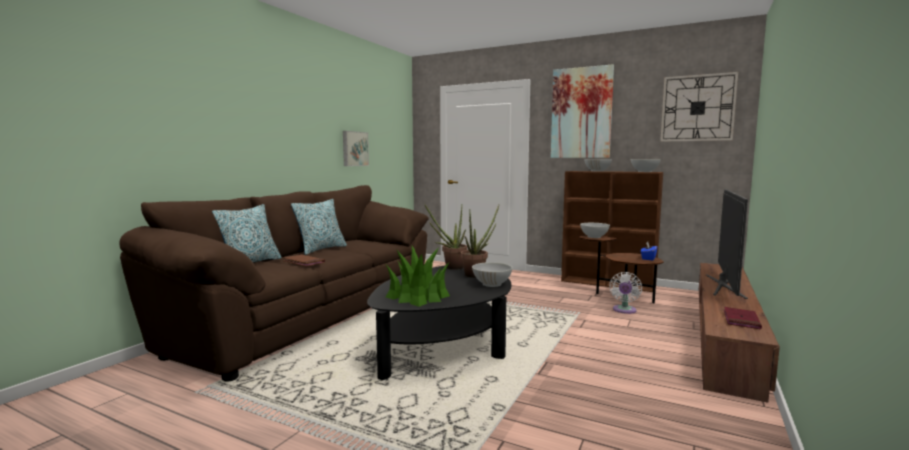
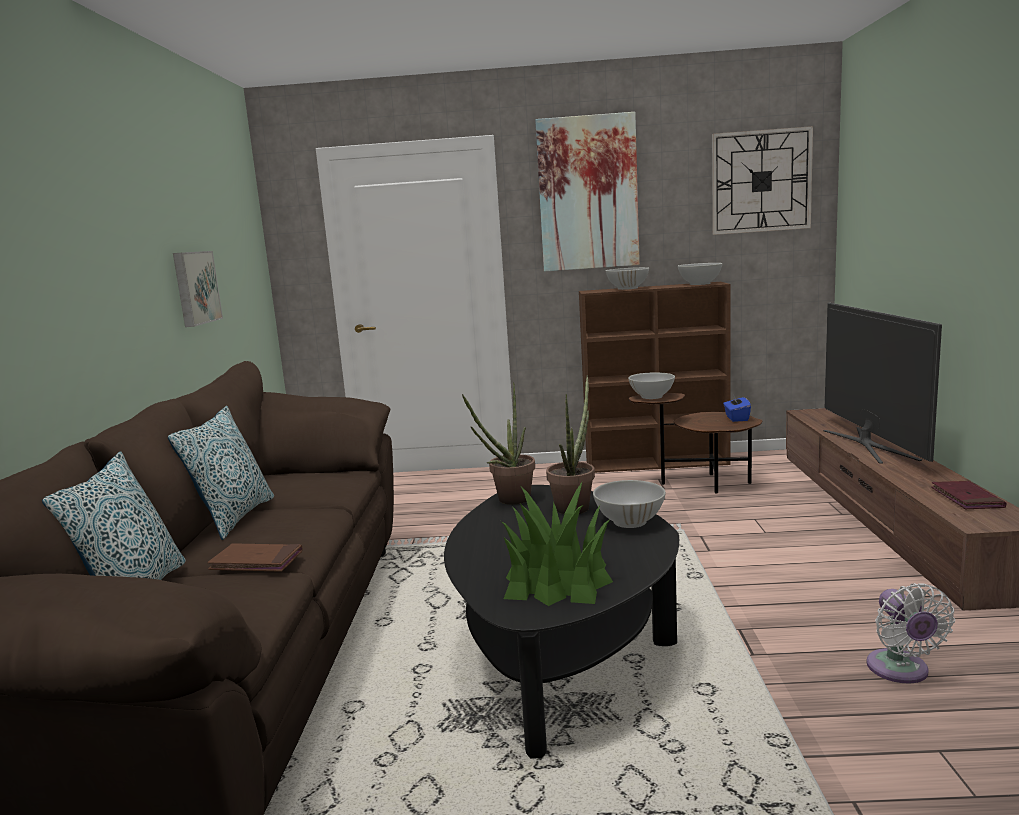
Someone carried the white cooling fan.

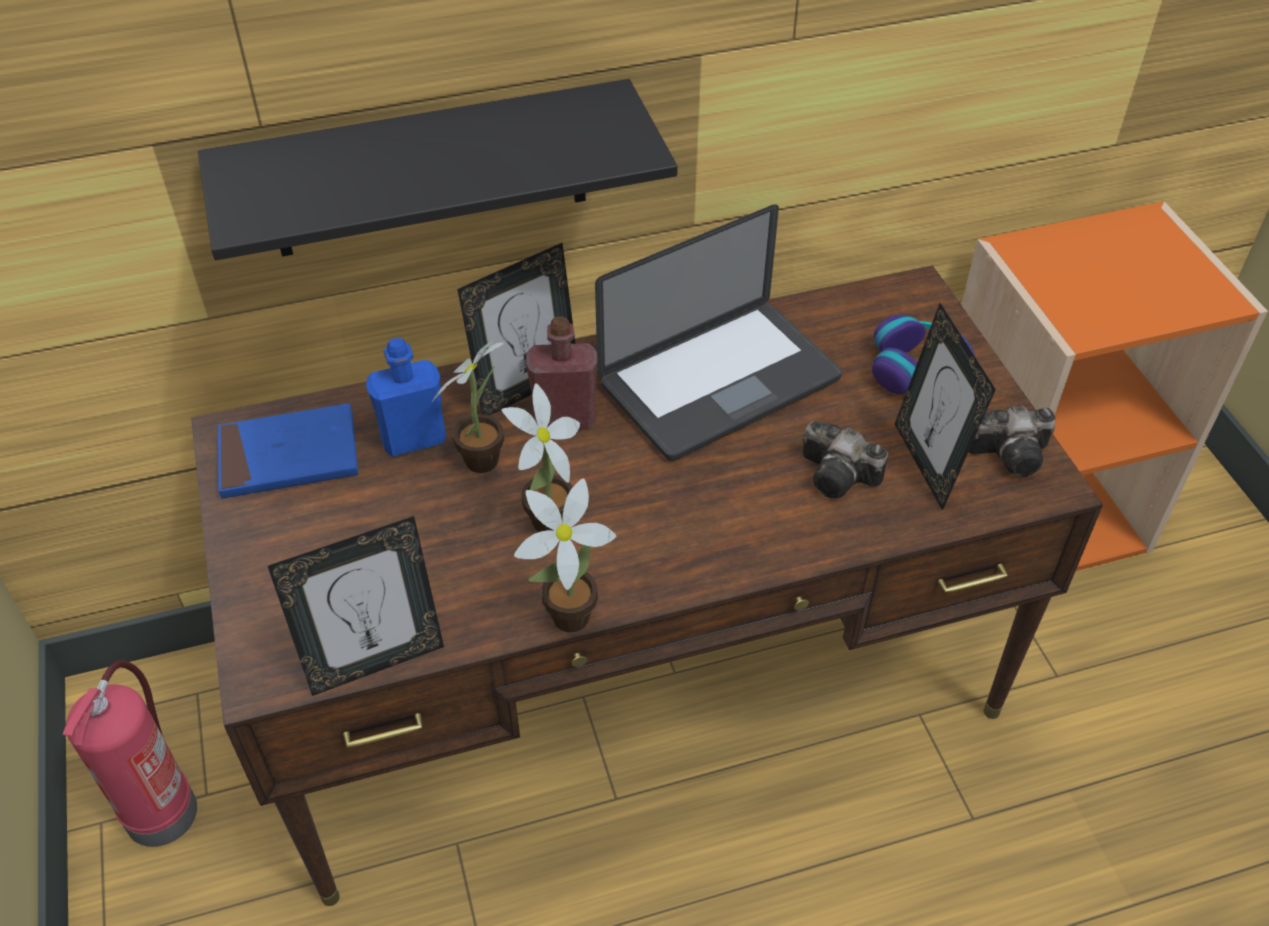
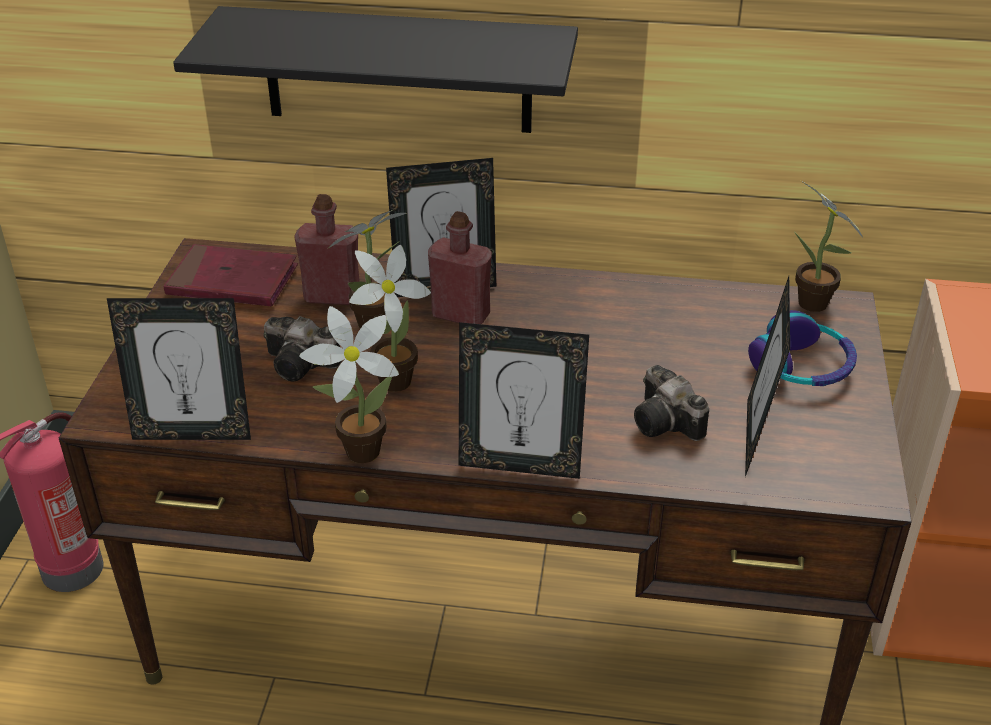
Someone repainted the bluish volume, which became the red-coloured volume. Someone repainted the bluish bottle, which became the red-coloured bottle (no. 1 from left). Someone took away the notebook computer. Someone carried the photo camera (no. 2 from left in the first image). Someone put down the standing frame (no. 3 from left). Someone put down the plant in a pot (no. 4 from left).

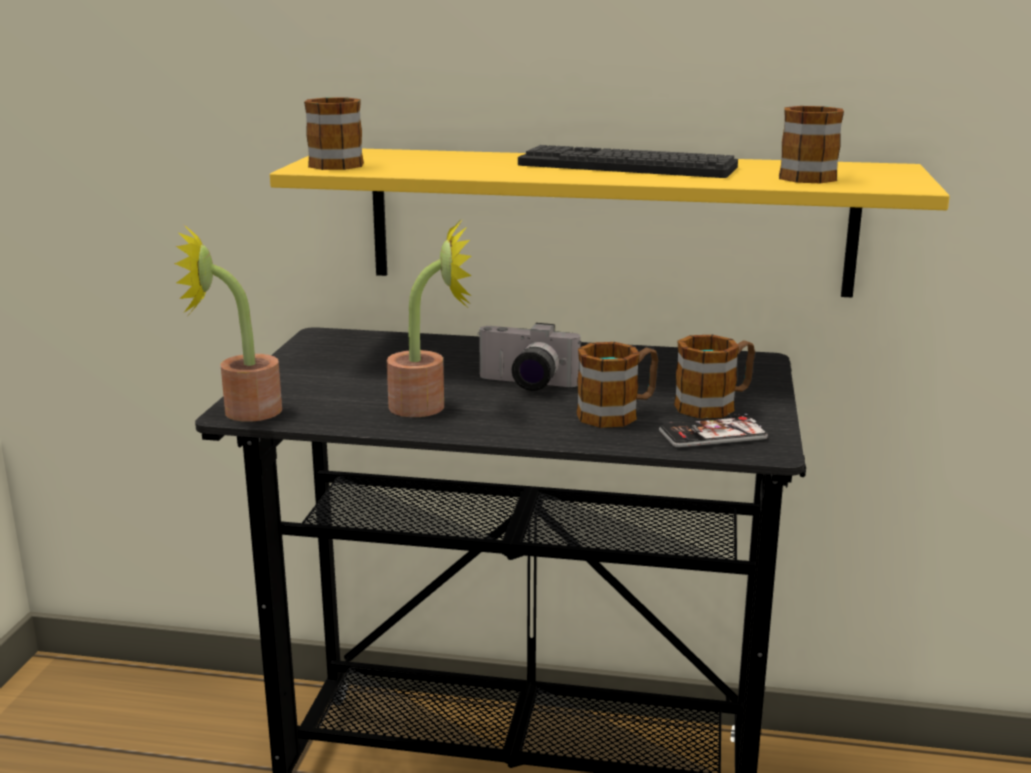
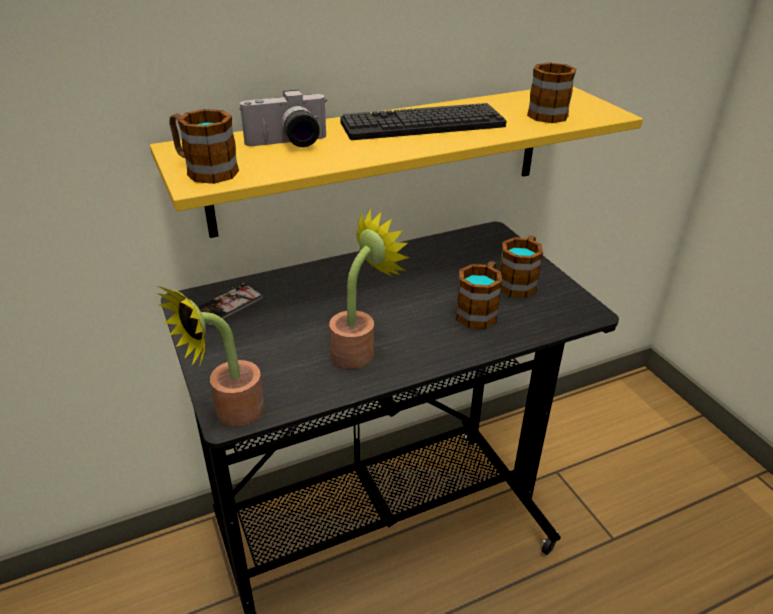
Someone carried the photo camera. Someone carried the handset.

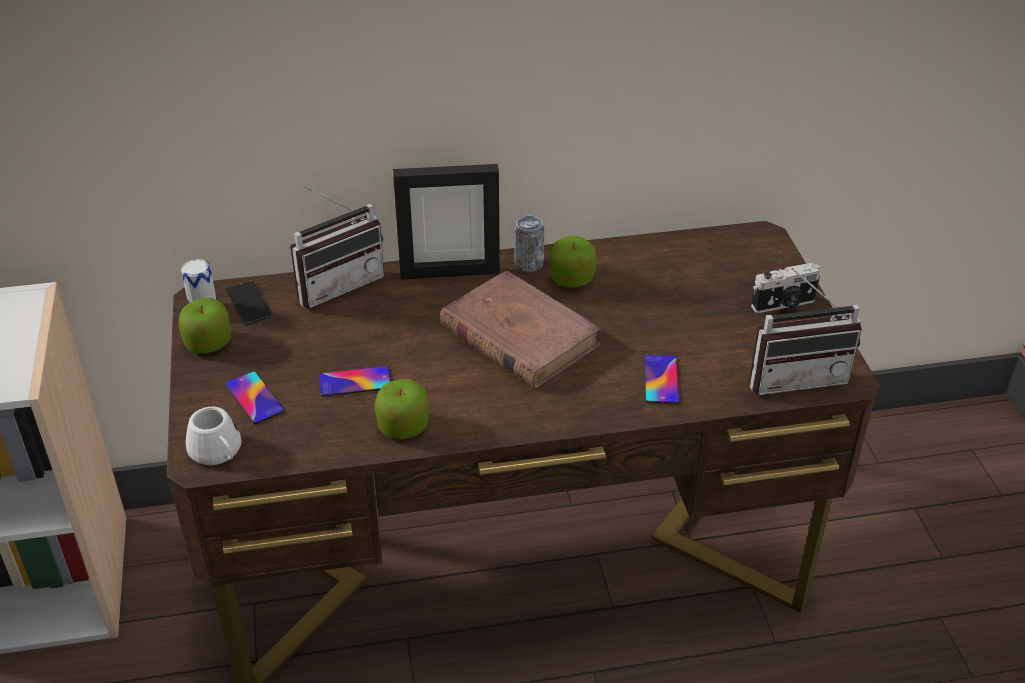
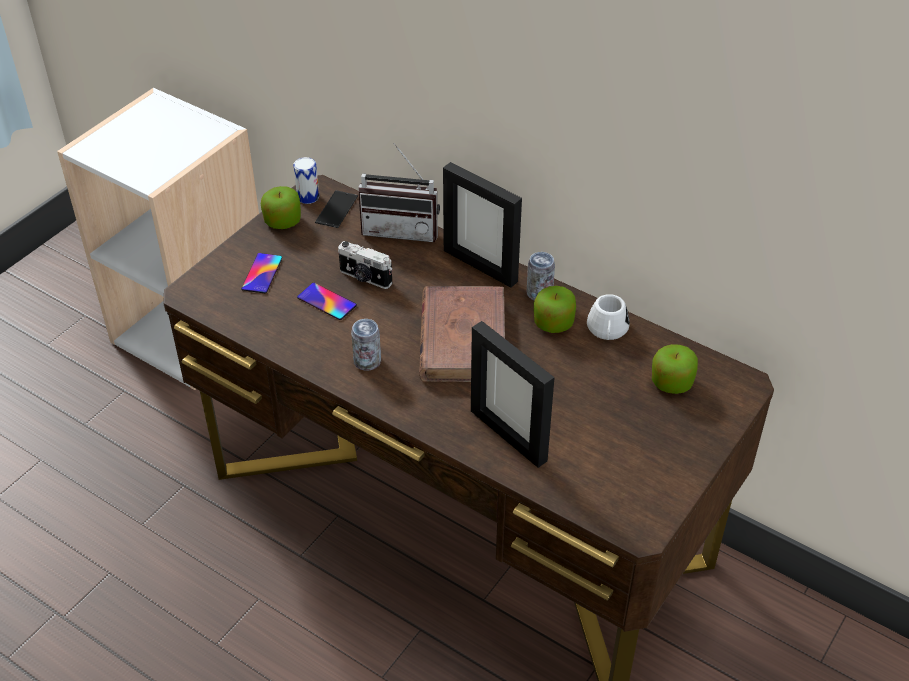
Someone carried the white coffee mug. Someone carried the apple fruit (no. 2 from left in the first image). Someone swapped the handset (no. 4 from left) for the standing frame (no. 2 from left). Someone took away the radio (no. 2 from left). Someone carried the photo camera. Someone put down the metal can (no. 2 from left).

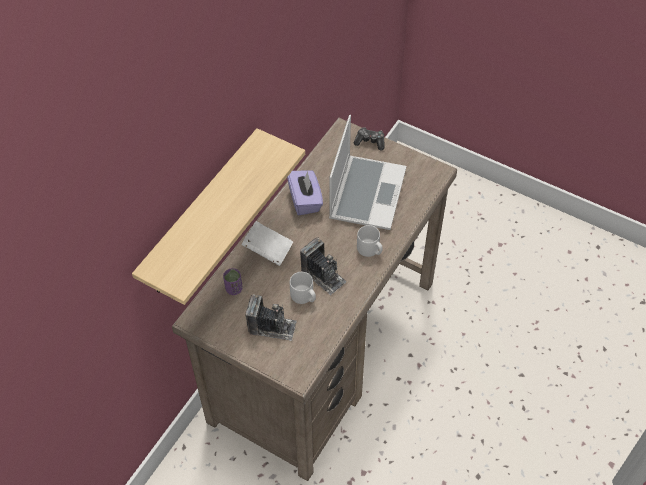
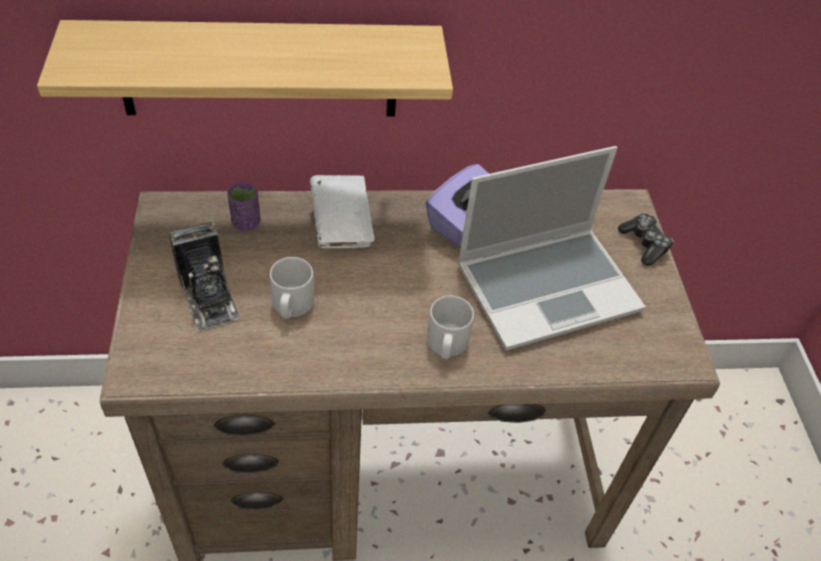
Someone took away the photo camera (no. 2 from left).

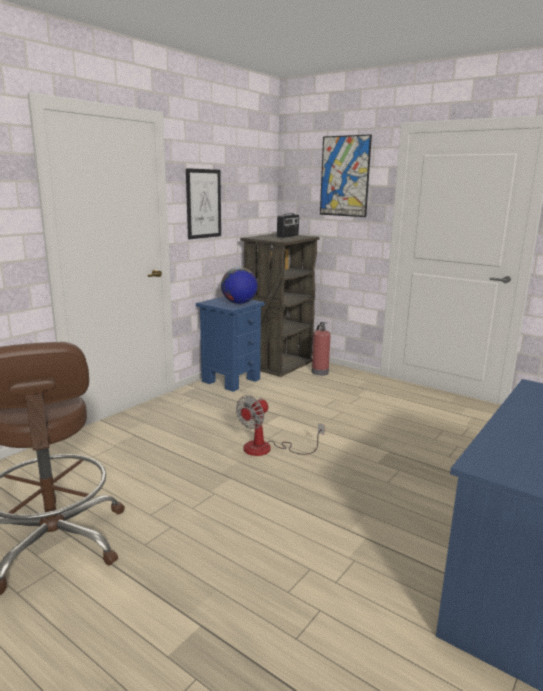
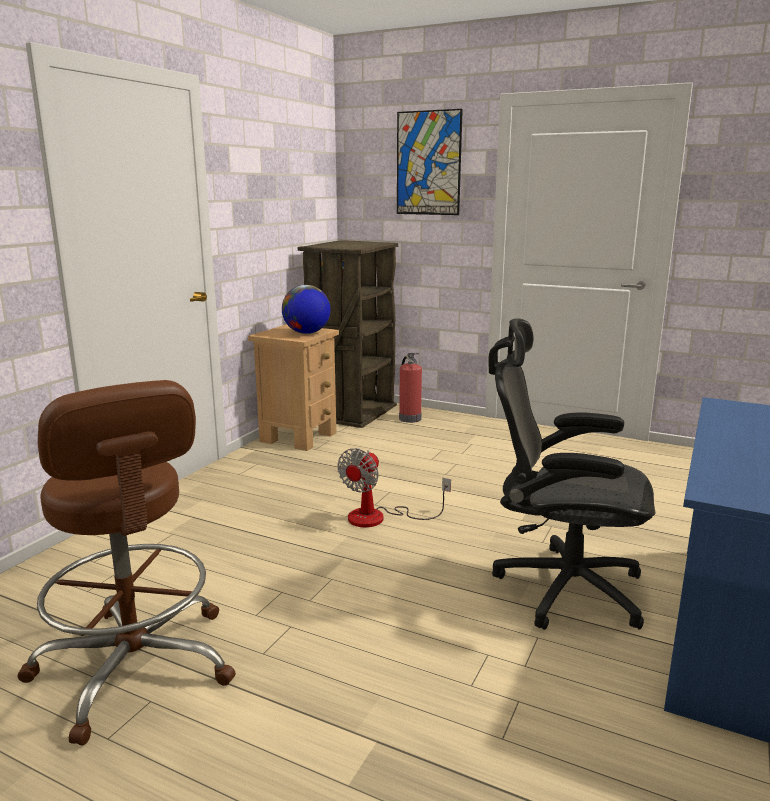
Someone took away the picture (no. 1 from left). Someone repainted the bluish nightstand, which became the beige-coloured nightstand. Someone took away the radio. Someone put down the office chair.

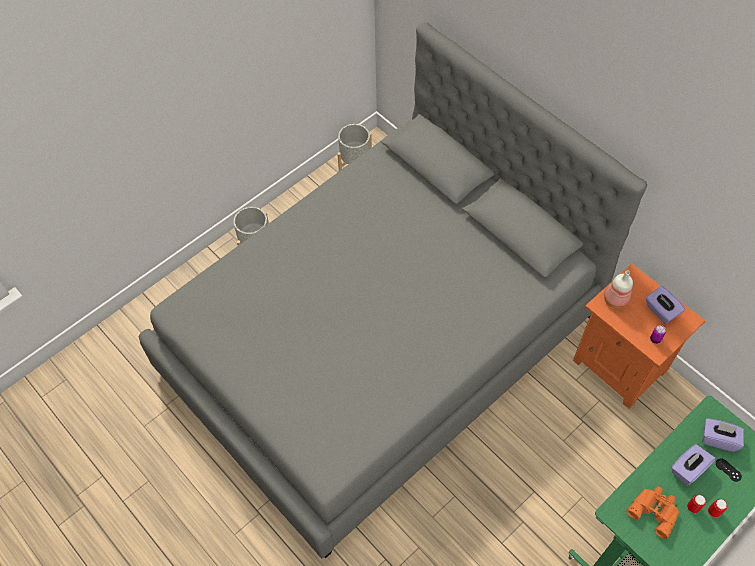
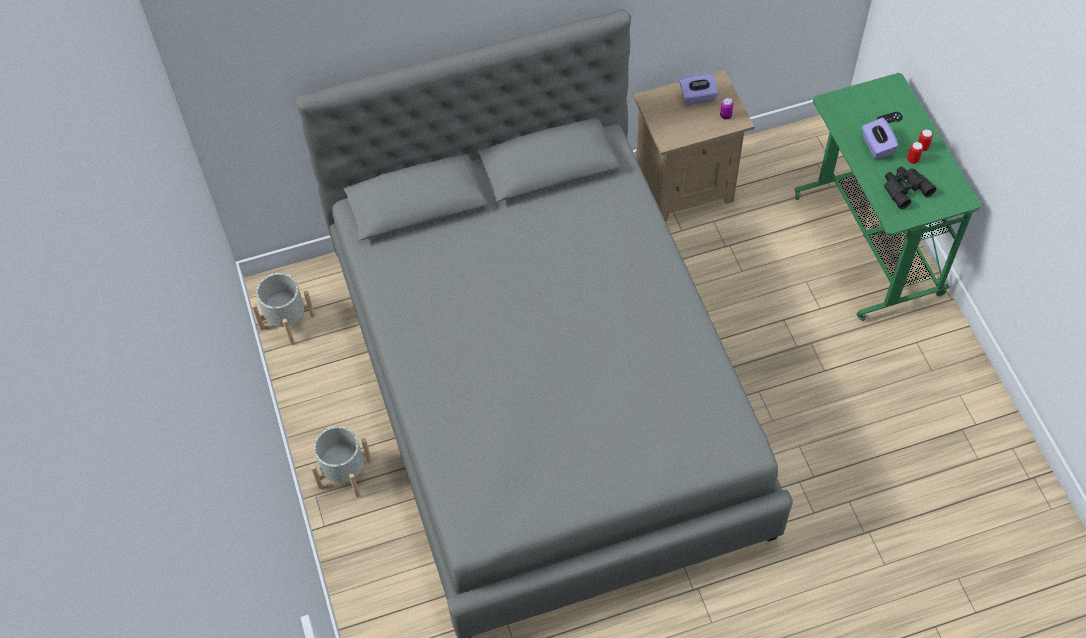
Someone repainted the orange nightstand, which became the beige-coloured nightstand. Someone took away the bottle. Someone repainted the orange field glasses, which became the black field glasses. Someone took away the purplish tissue holder (no. 3 from left).

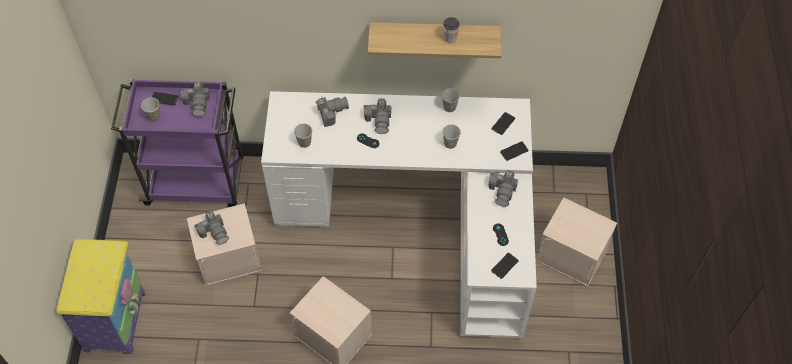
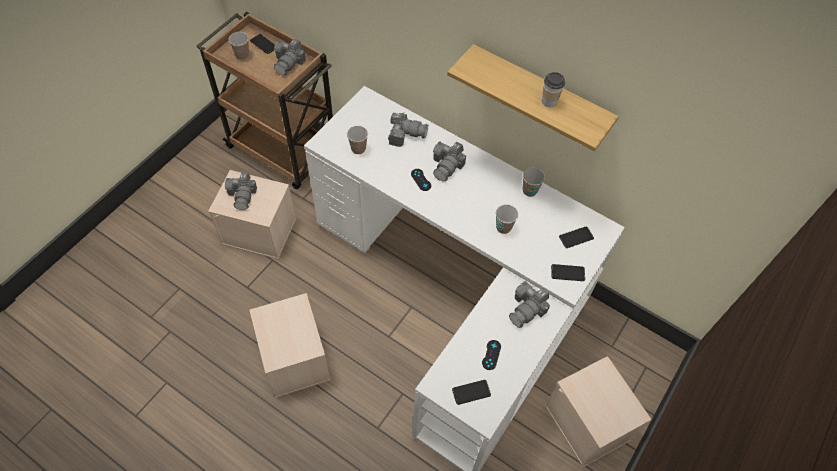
Someone took away the nightstand. Someone repainted the purplish cart, which became the brown-coloured cart.

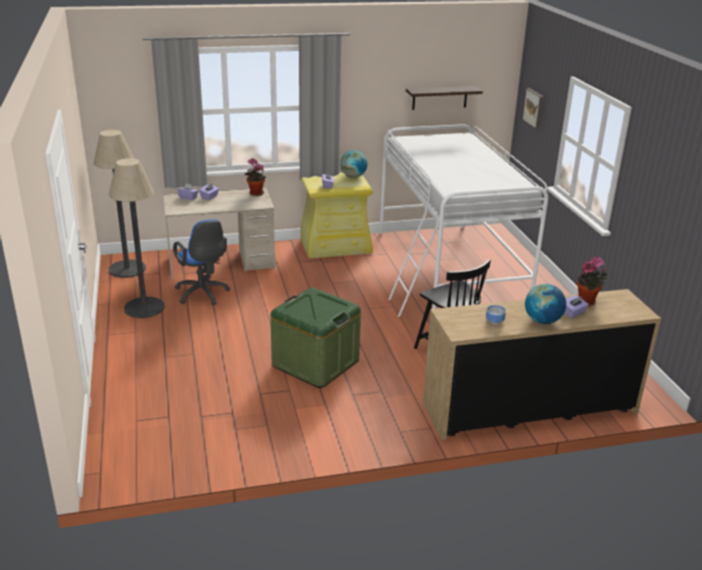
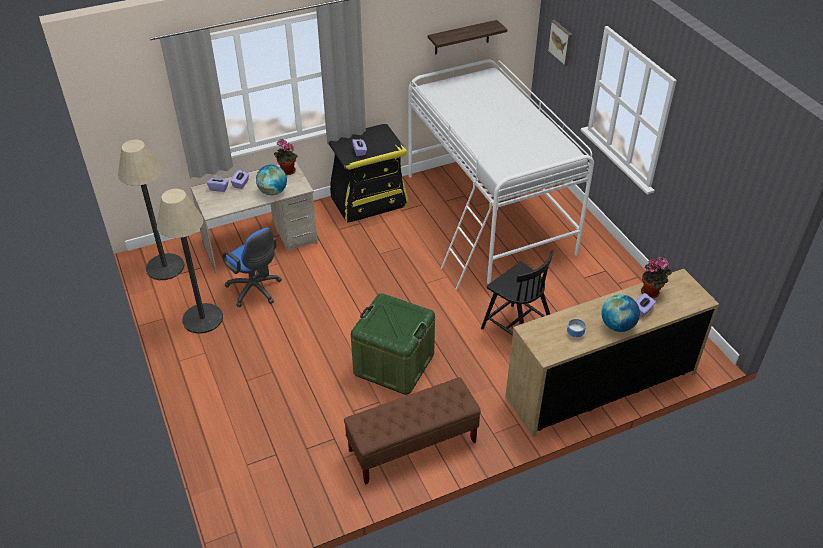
Someone repainted the yellow-coloured nightstand, which became the black nightstand. Someone carried the world globe (no. 1 from left). Someone put down the brown-coloured indoor bench.

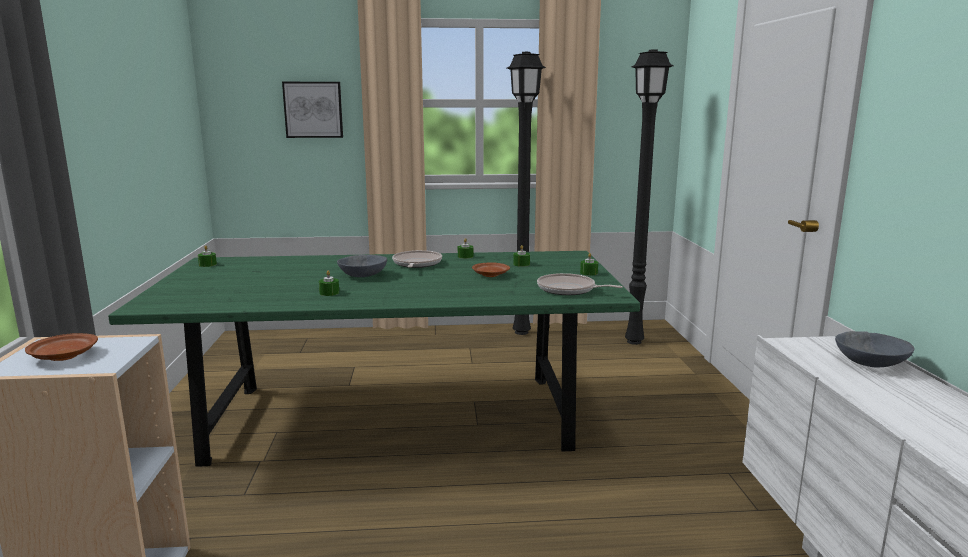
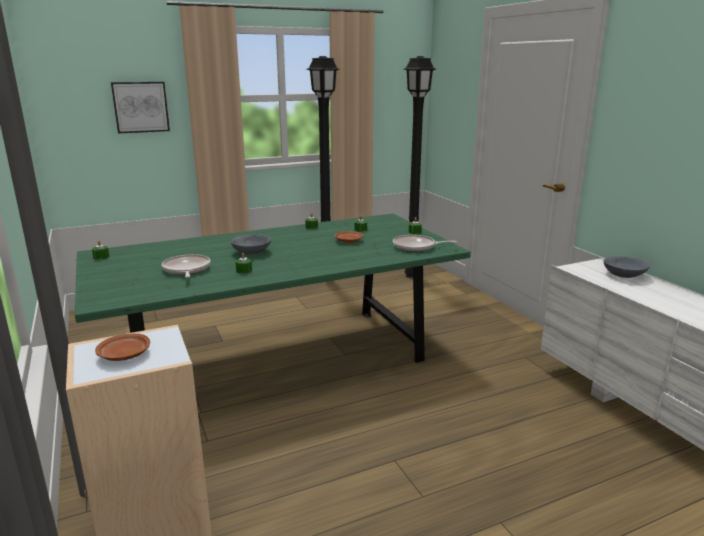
Someone carried the skillet (no. 1 from left).

